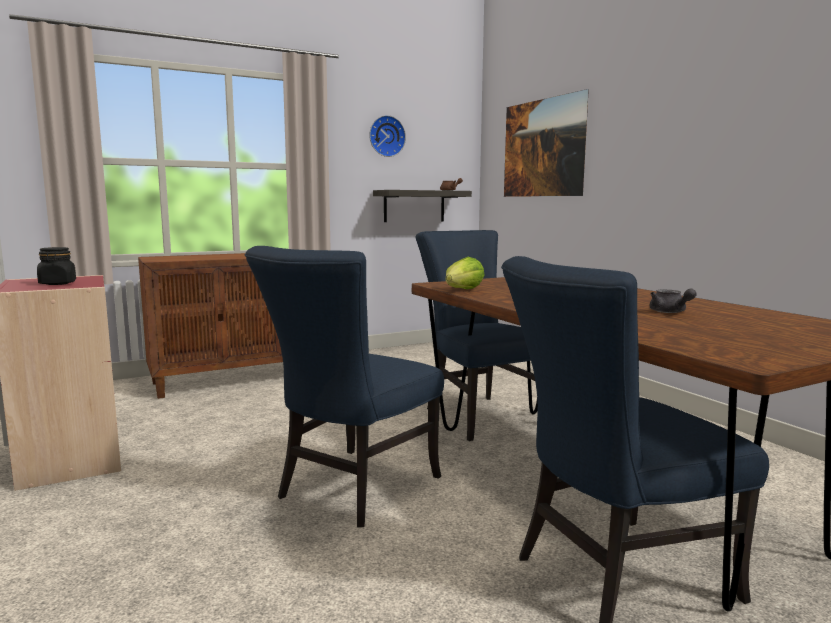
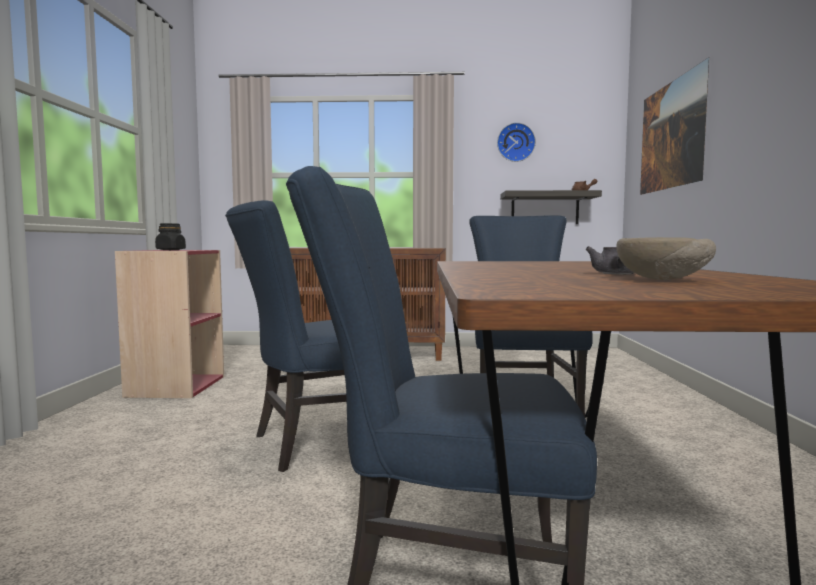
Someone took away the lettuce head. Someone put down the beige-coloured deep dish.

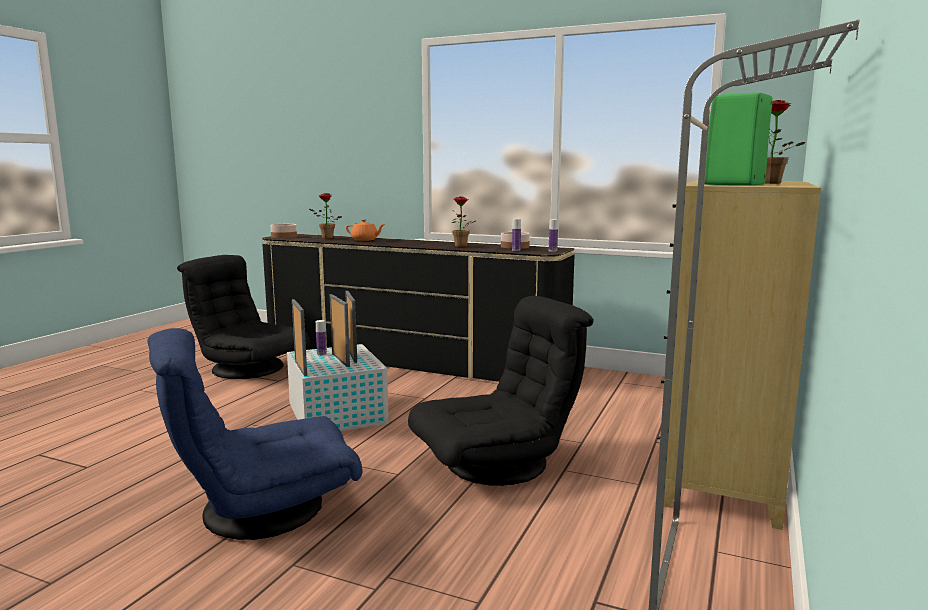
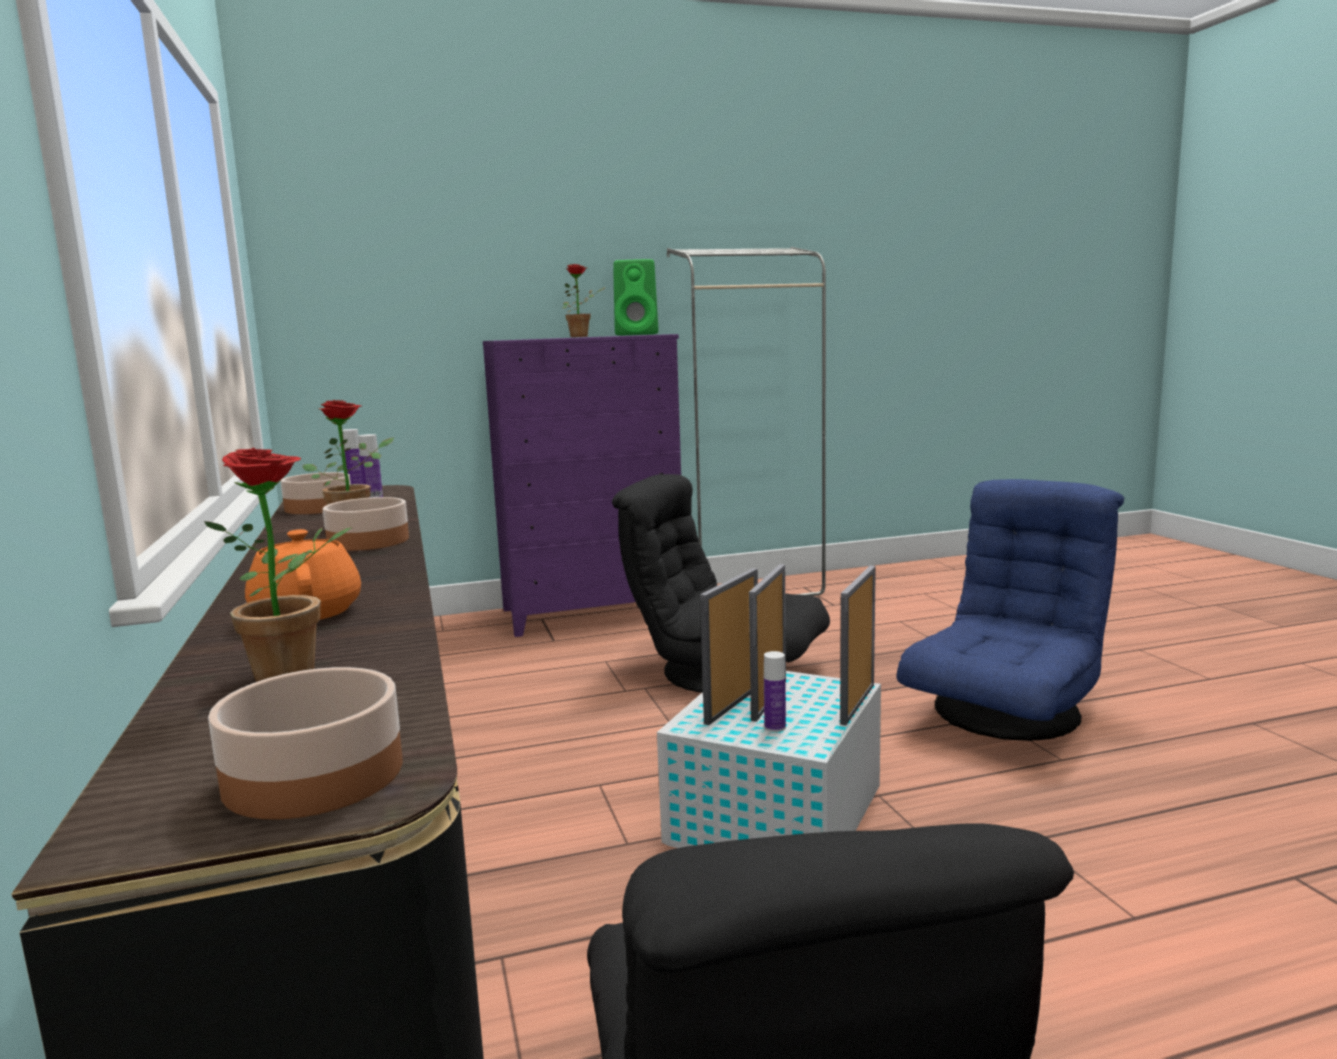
Someone rotated the bluish armchair by 75 degrees counterclockwise. Someone repainted the beige-coloured chest of drawers, which became the purplish chest of drawers. Someone put down the deep dish (no. 3 from left).

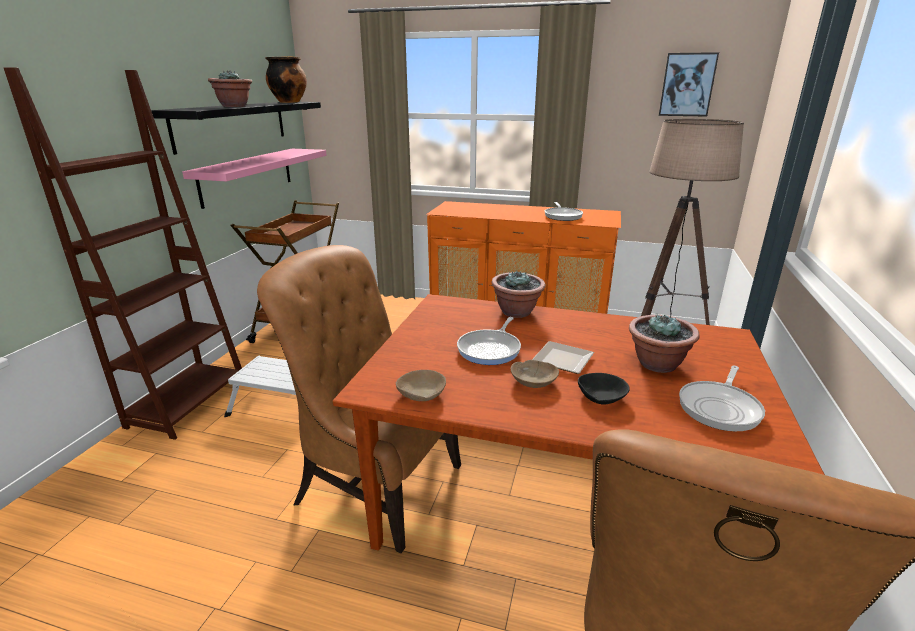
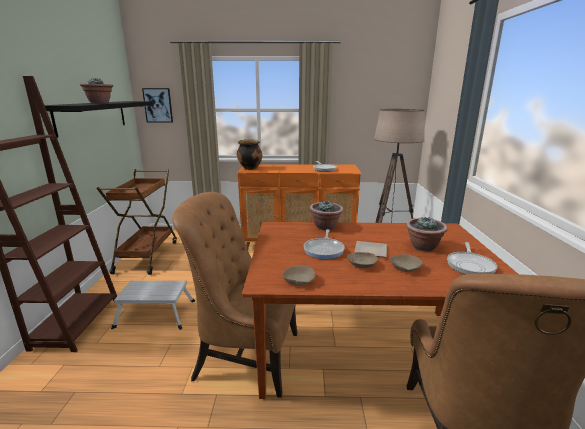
Someone took away the pinkish wall shelf. Someone carried the saucepot. Someone repainted the black deep dish, which became the beige-coloured deep dish (no. 3 from left). Someone carried the picture.

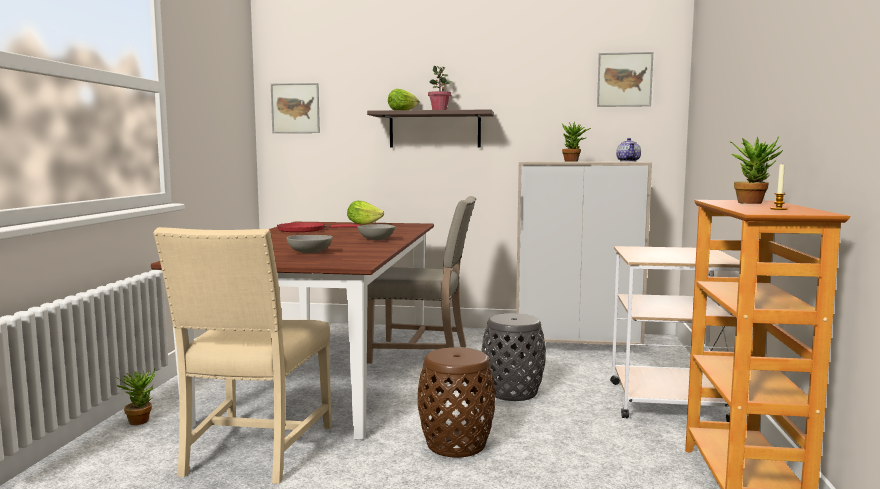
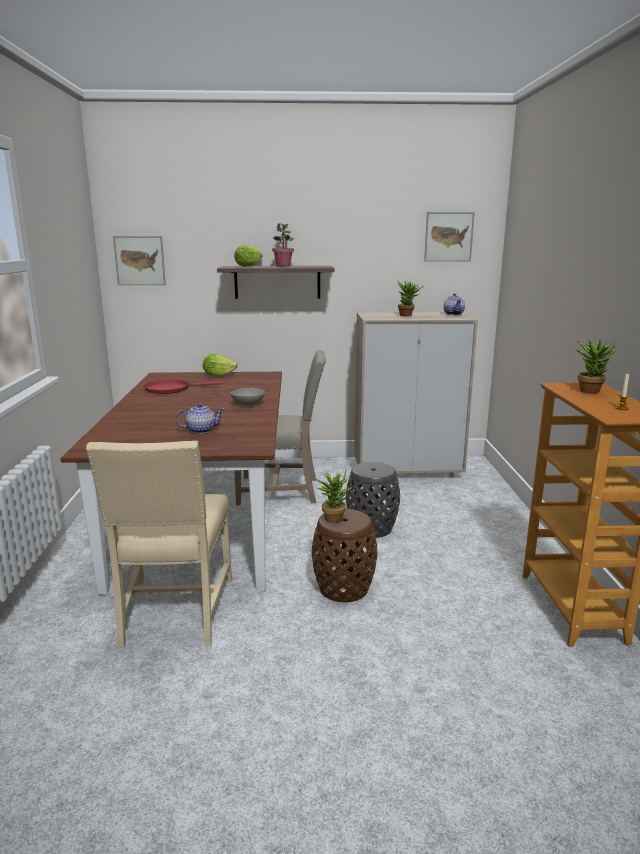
Someone carried the plant in a pot (no. 1 from left in the first image). Someone swapped the grey deep dish (no. 1 from left) for the pot for tea (no. 1 from left). Someone took away the beige-coloured cart.

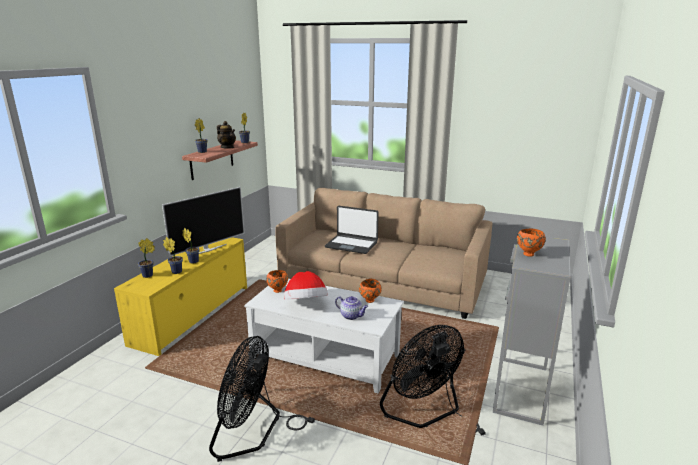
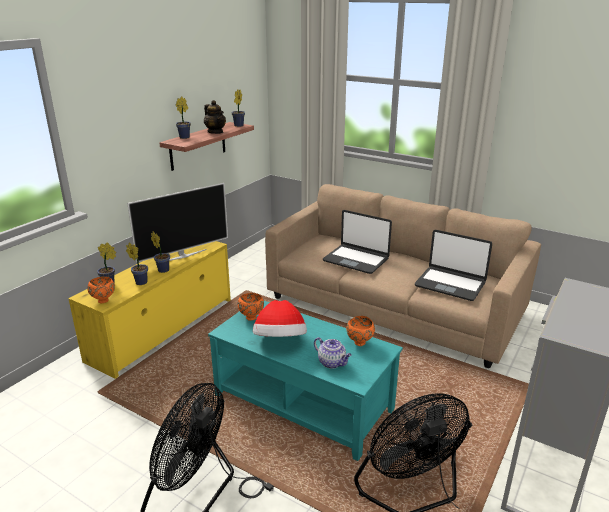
Someone repainted the white coffee table, which became the turquoise coffee table. Someone carried the orange deep dish (no. 3 from left in the first image). Someone put down the notebook computer (no. 2 from left).

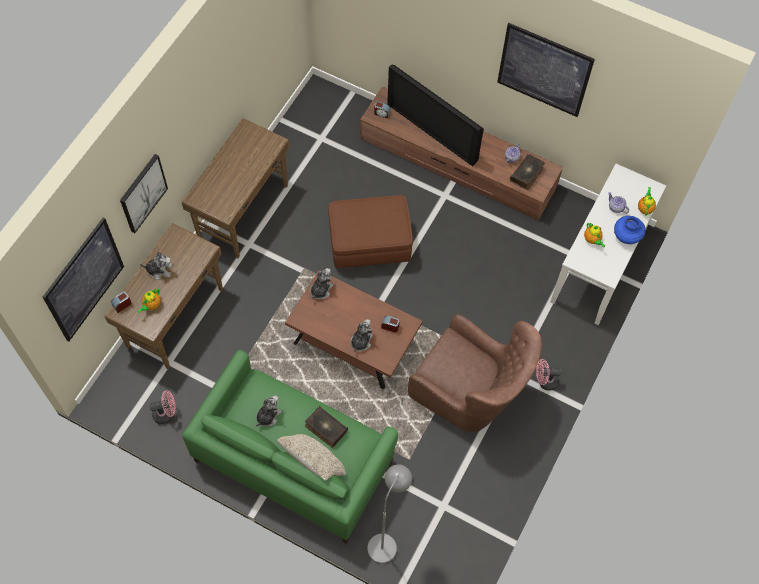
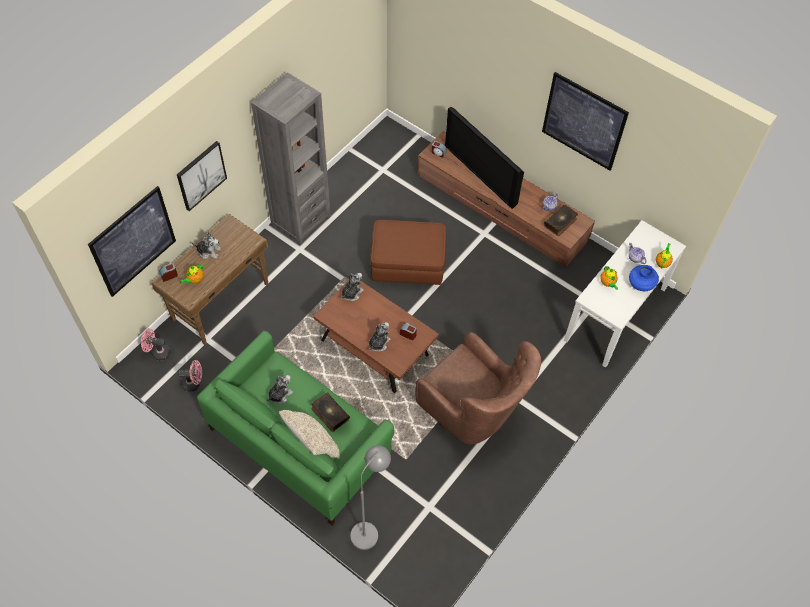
Someone swapped the brown-coloured hall table (no. 2 from left) for the grey bookcase. Someone carried the pinkish cooling fan (no. 2 from left in the first image).

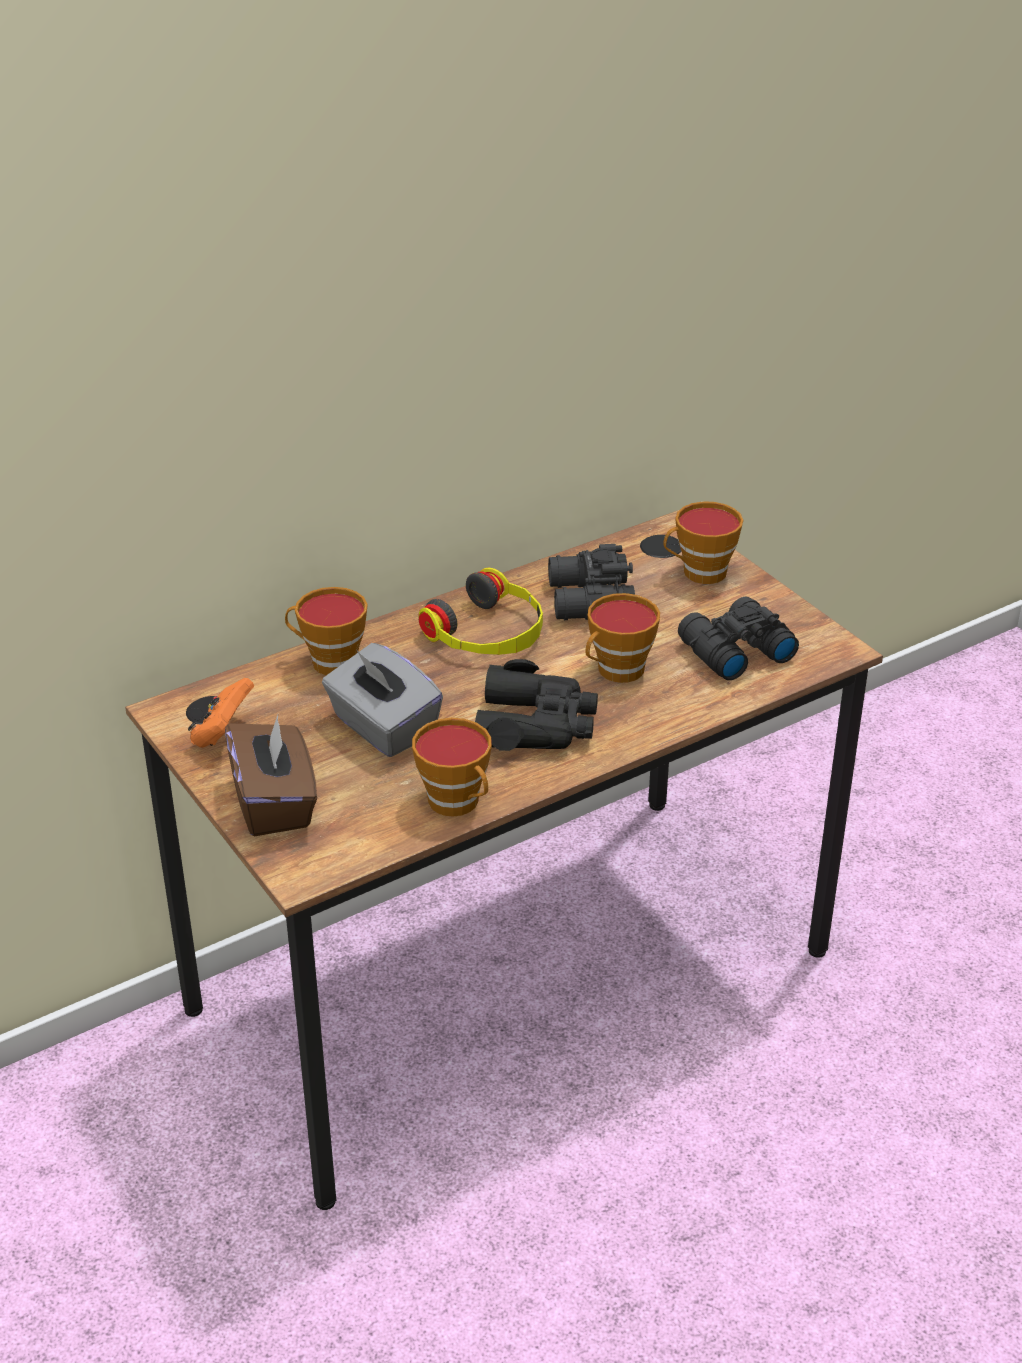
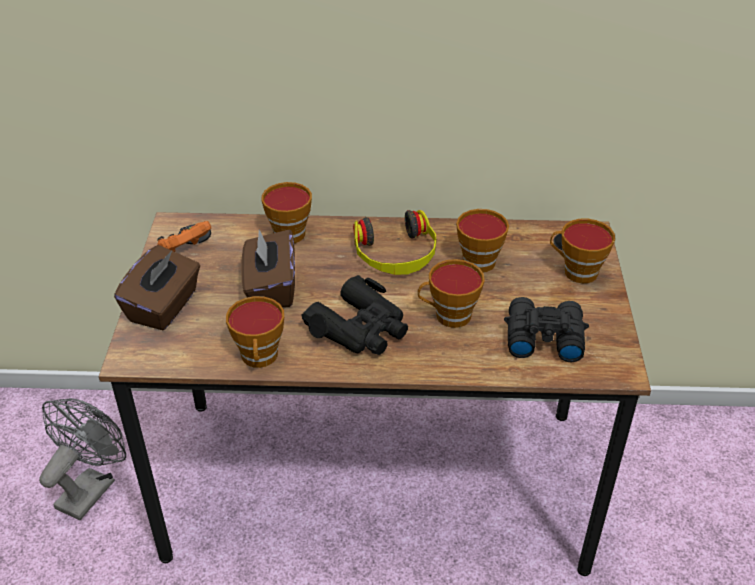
Someone repainted the grey tissue holder, which became the brown-coloured tissue holder (no. 2 from left). Someone swapped the black field glasses (no. 2 from left) for the drinking cup (no. 4 from left). Someone put down the grey cooling fan.

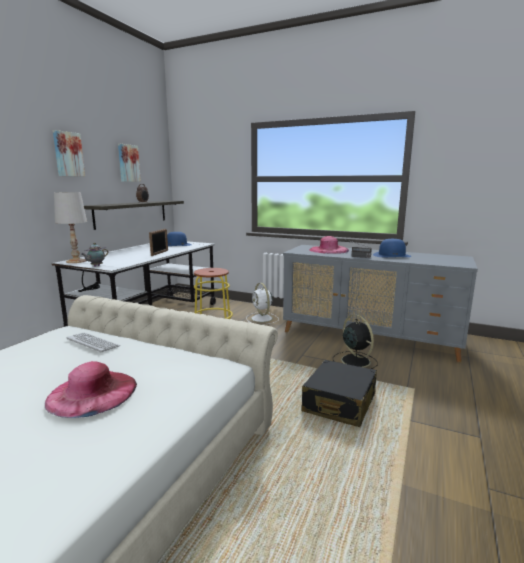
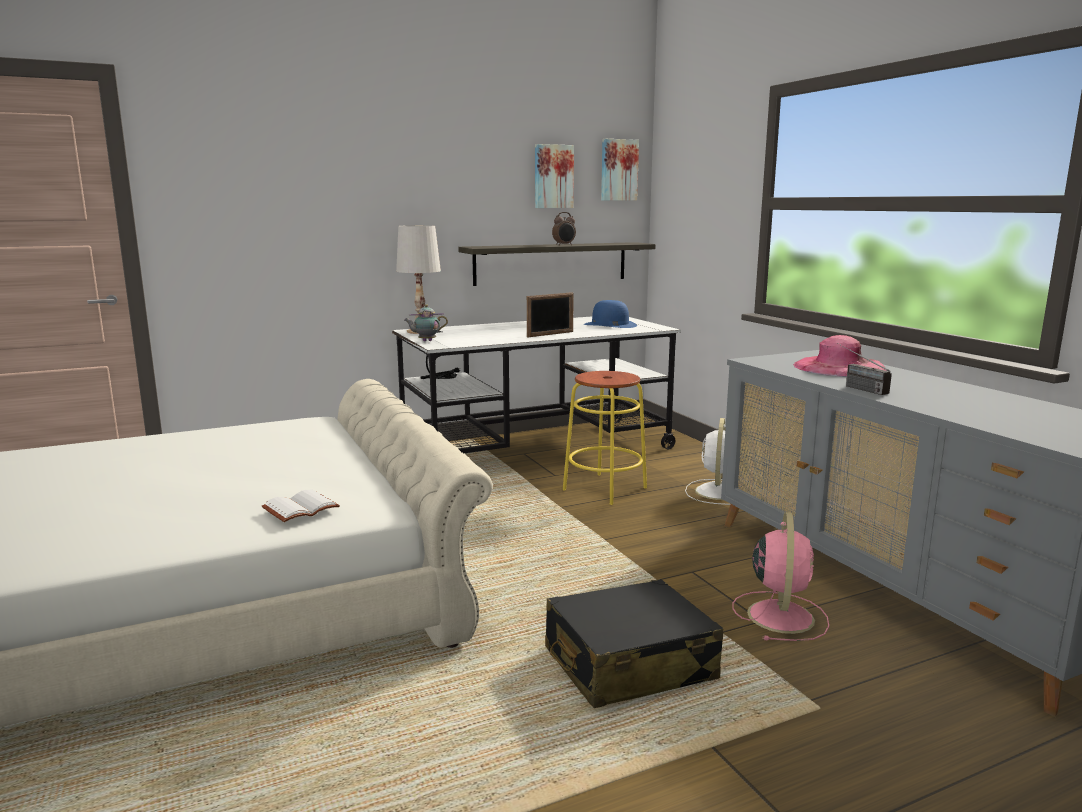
Someone took away the pinkish clothing hat (no. 1 from left). Someone carried the picture (no. 1 from left in the first image). Someone took away the computer keyboard. Someone repainted the black cooling fan, which became the pinkish cooling fan. Someone took away the bluish clothing hat (no. 2 from left). Someone put down the white volume.

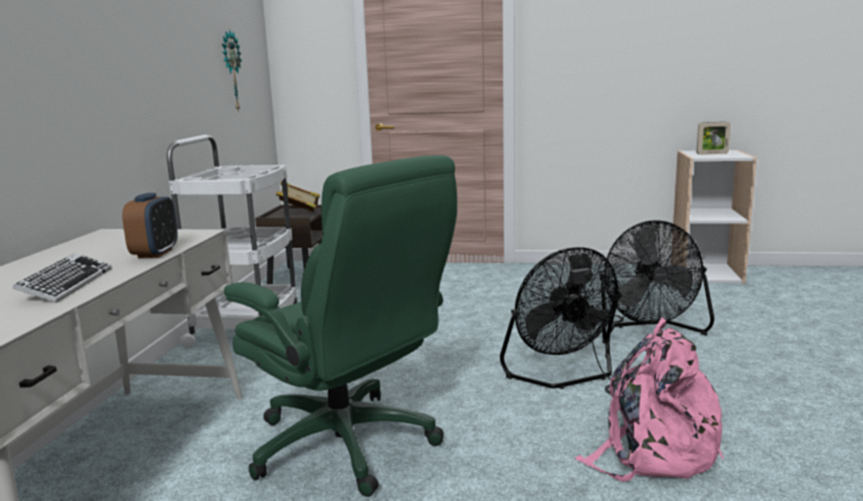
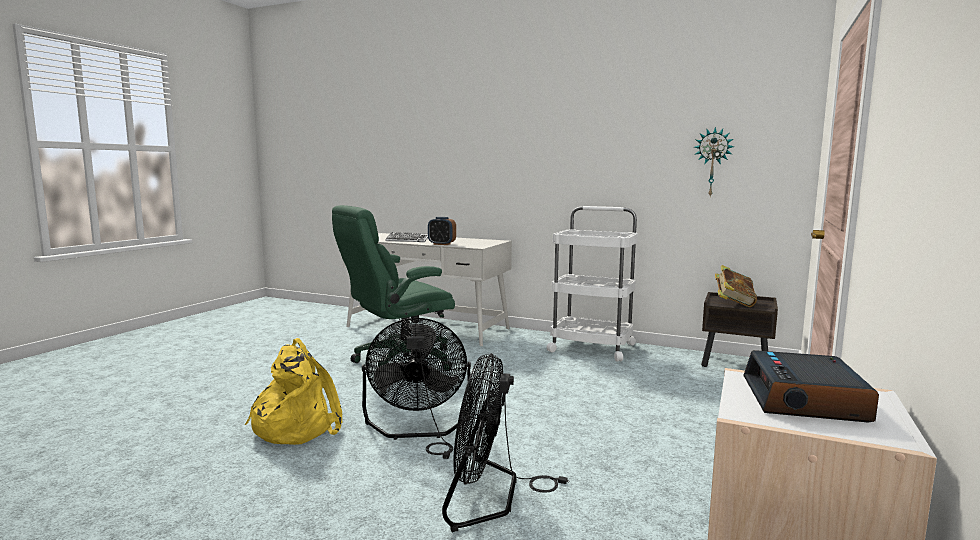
Someone rotated the black cooling fan (no. 1 from left) by 90 degrees counterclockwise. Someone repainted the pinkish rucksack, which became the yellow-coloured rucksack. Someone swapped the standing frame for the alarm clock (no. 2 from left).

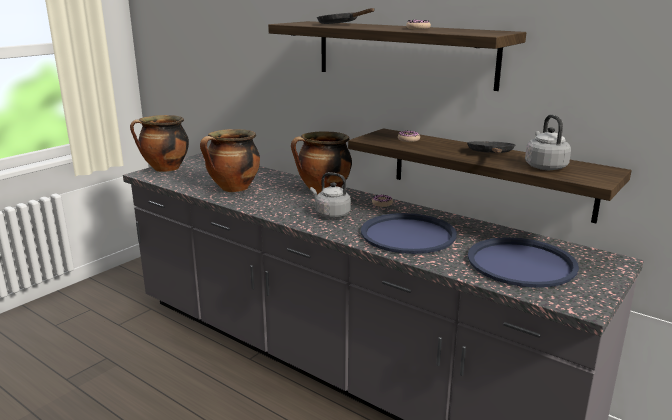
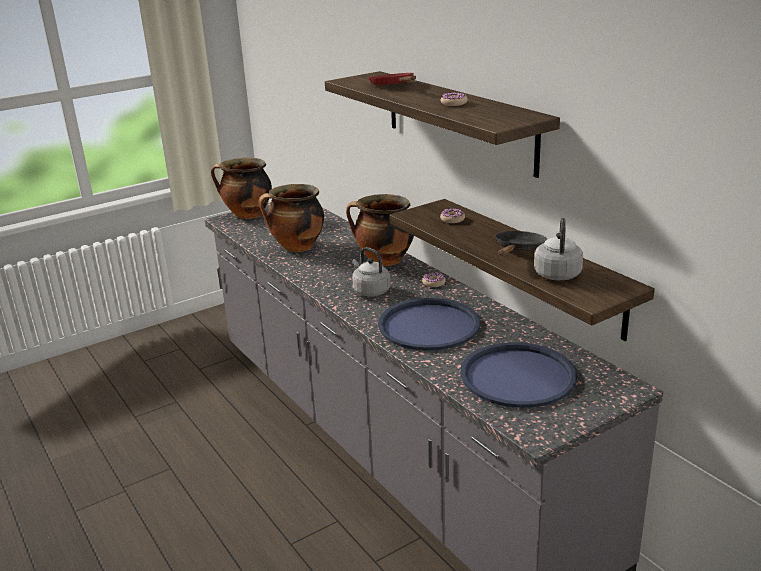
Someone repainted the black skillet (no. 1 from left), which became the red-coloured skillet.

